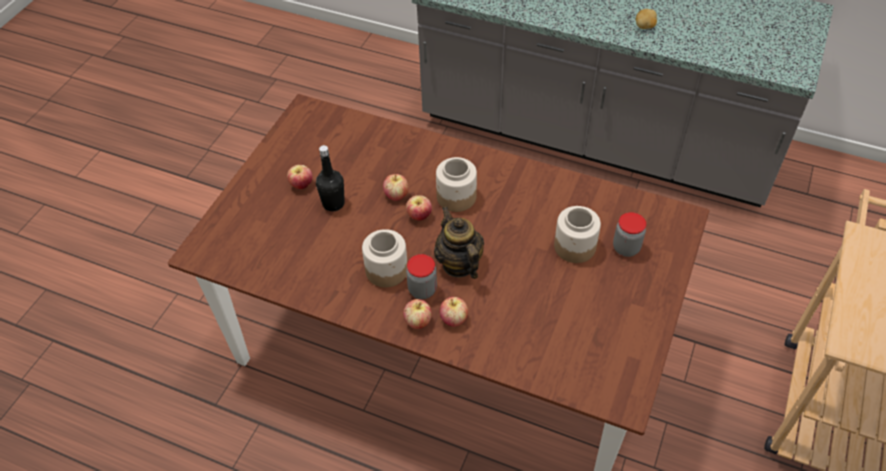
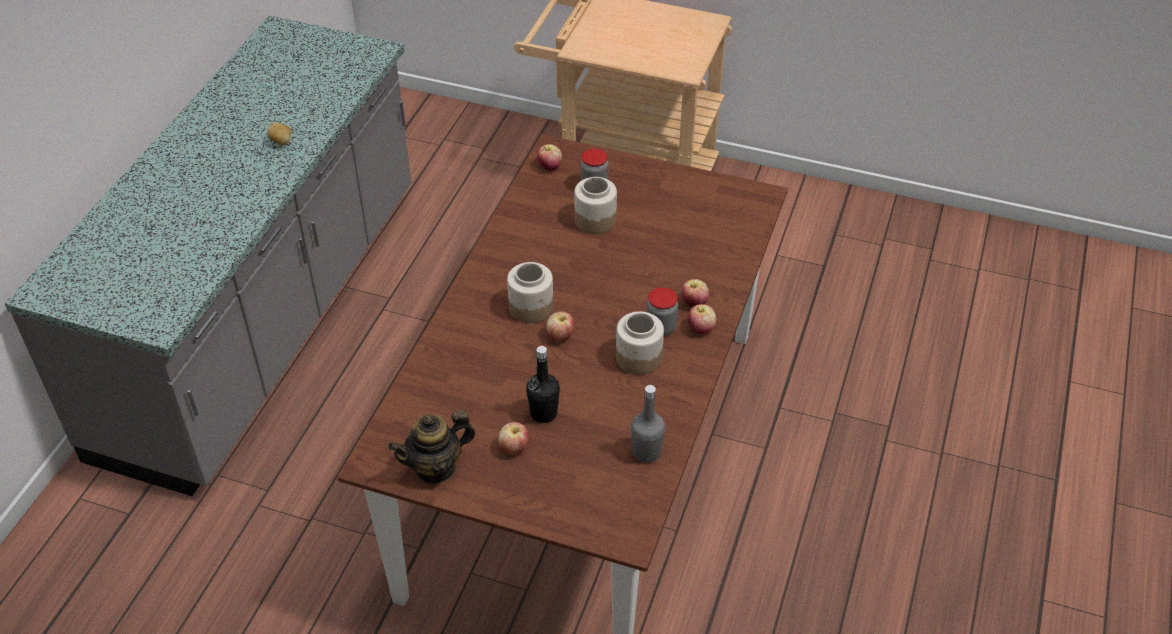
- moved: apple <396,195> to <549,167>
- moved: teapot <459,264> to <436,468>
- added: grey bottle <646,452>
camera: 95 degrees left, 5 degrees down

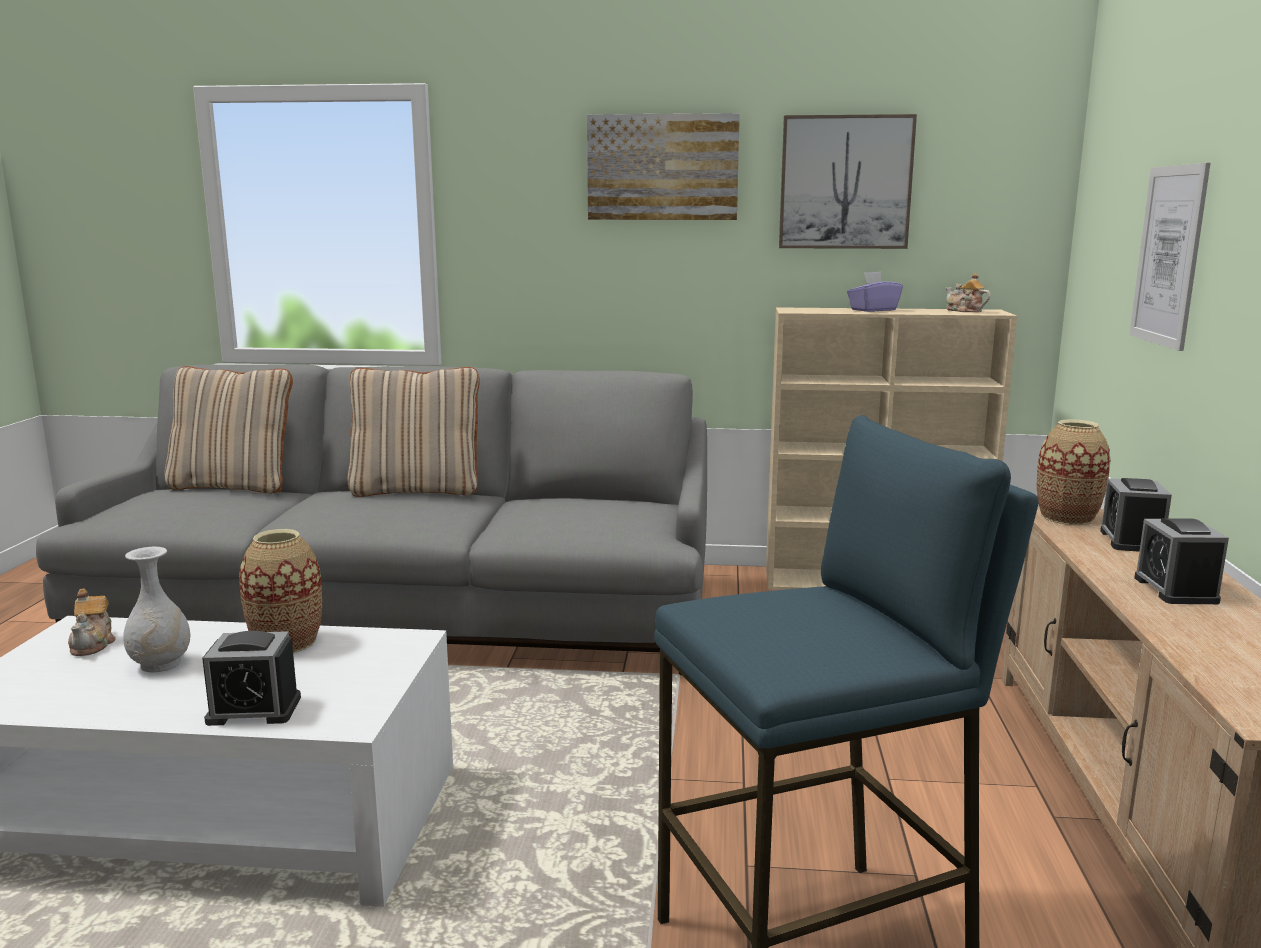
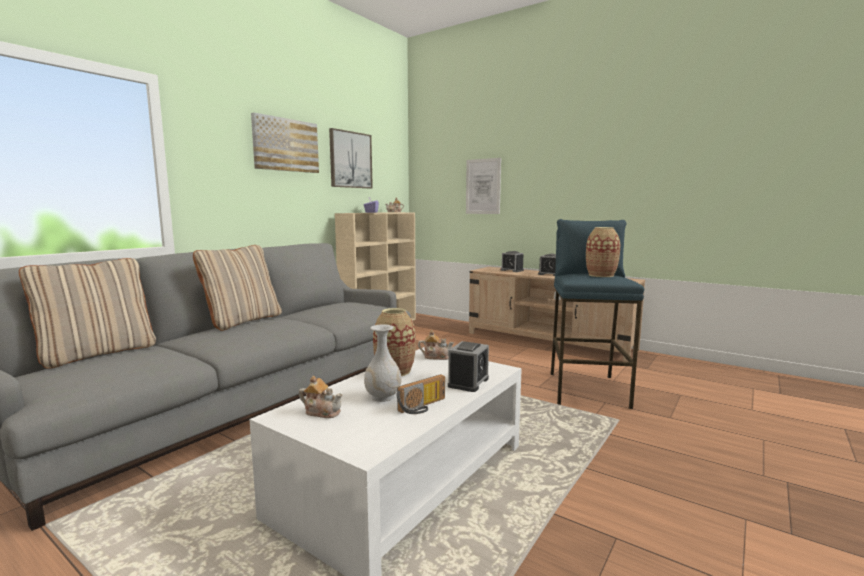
- moved: vase <1067,517> to <600,275>
- added: radio <423,407>
- added: teapot <436,357>
camera: 60 degrees left, 5 degrees down

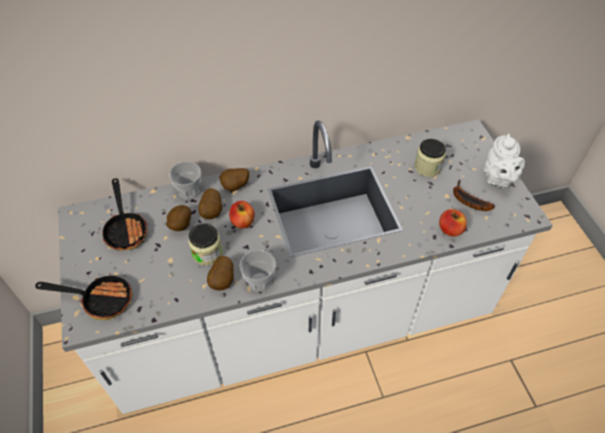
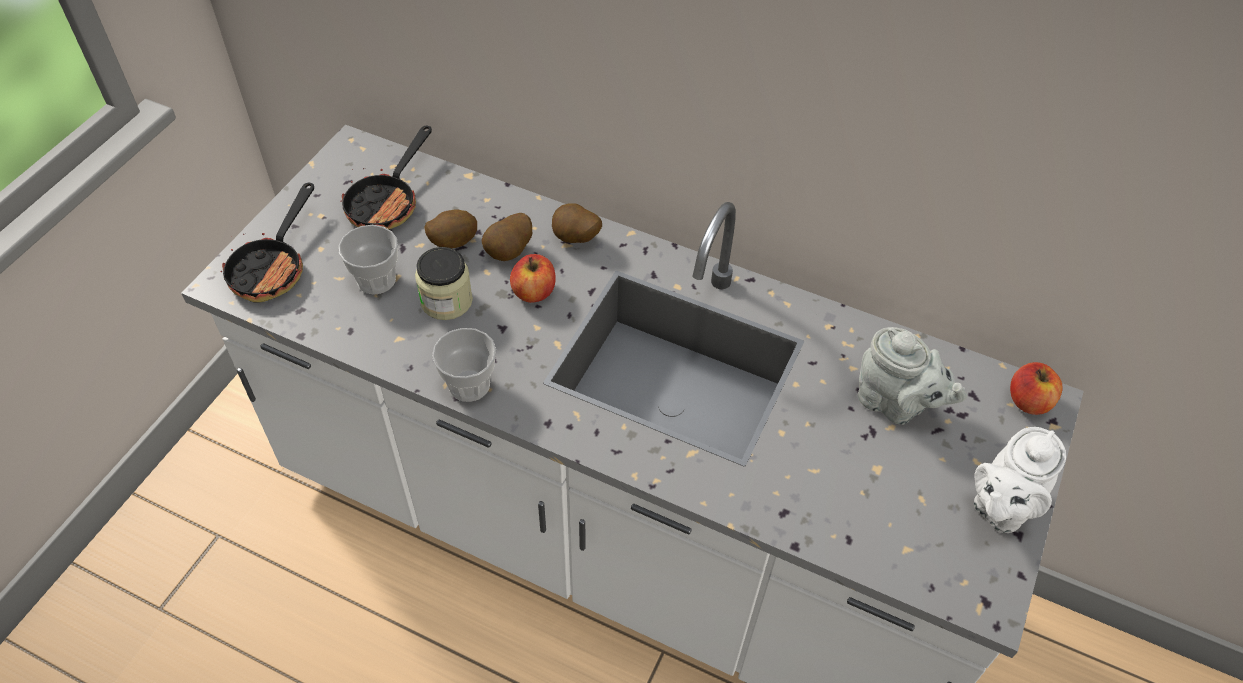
- turned: frying pan <100,299> = <273,267> 60 degrees clockwise
- moved: cup <189,191> to <376,280>
- removed: potato <223,281>
- replaced: jar <427,167> to grey teapot <896,404>
- moved: apple <450,229> to <1028,401>
- removed: banana <467,200>
camera: 40 degrees right, 0 degrees up

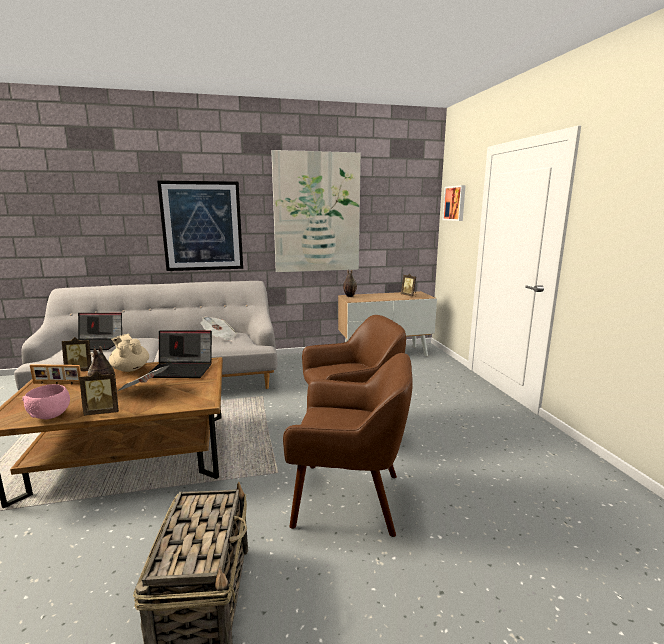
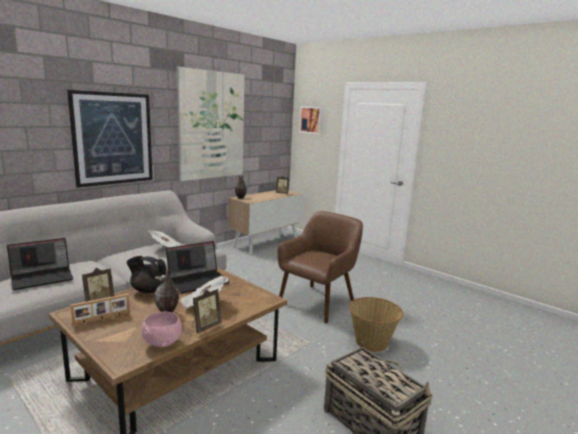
- recoloured: beige teapot <130,369> to black teapot <149,290>
- replaced: brown armchair <349,499> to basket <372,342>
camera: 35 degrees left, 0 degrees up

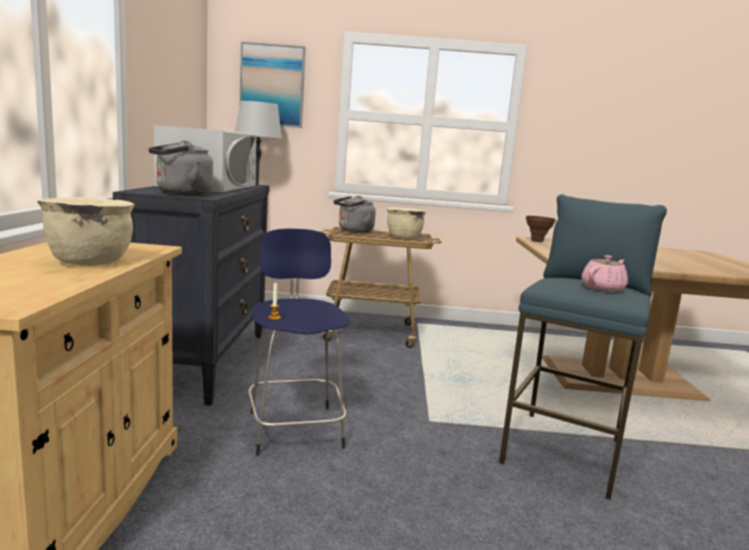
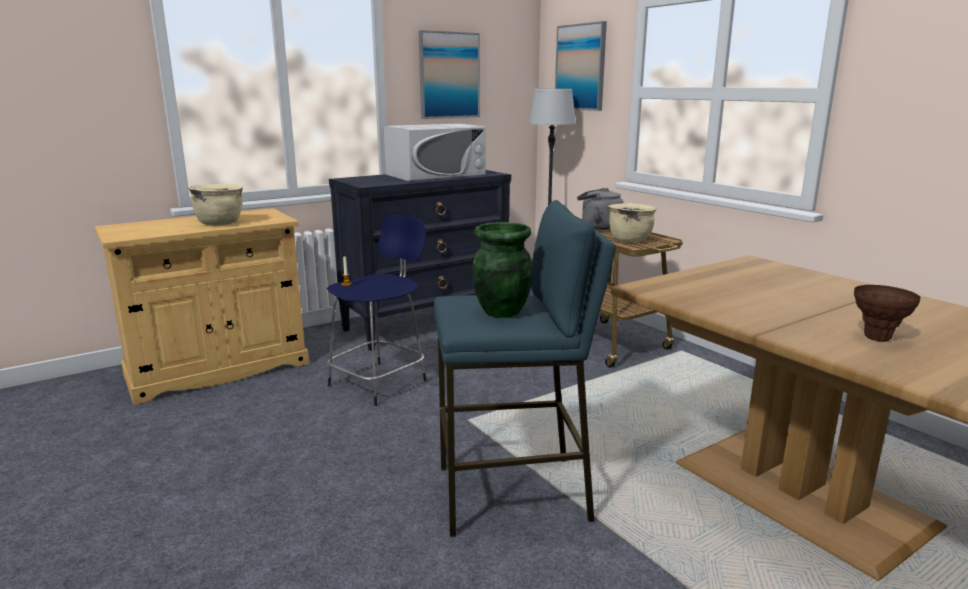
- removed: grey kettle <181,193>
- moved: brown vase <537,241> to <877,338>
- replaced: pink teapot <603,288> to green vase <501,312>
- added: picture <449,75>
camera: 55 degrees right, 5 degrees up

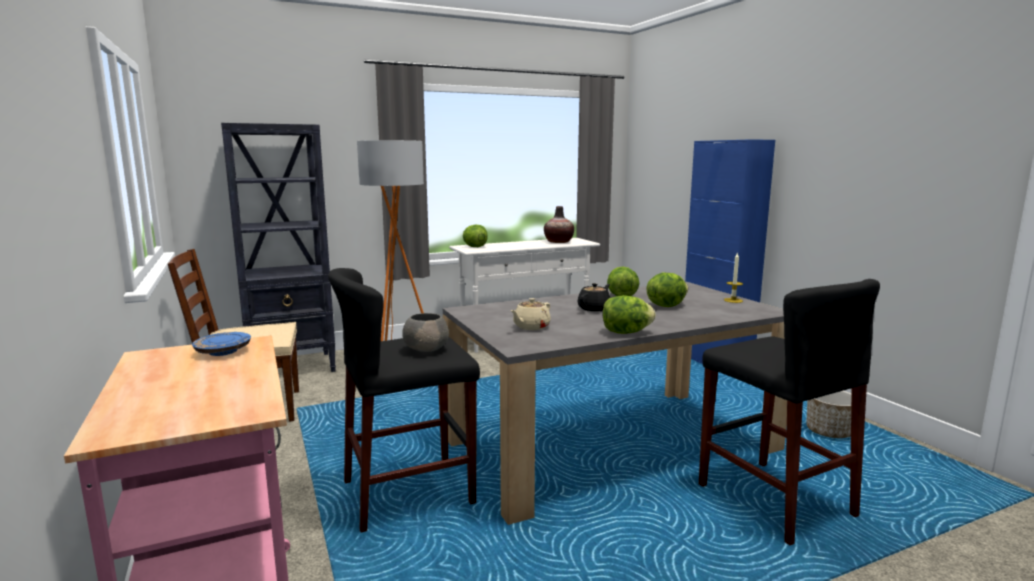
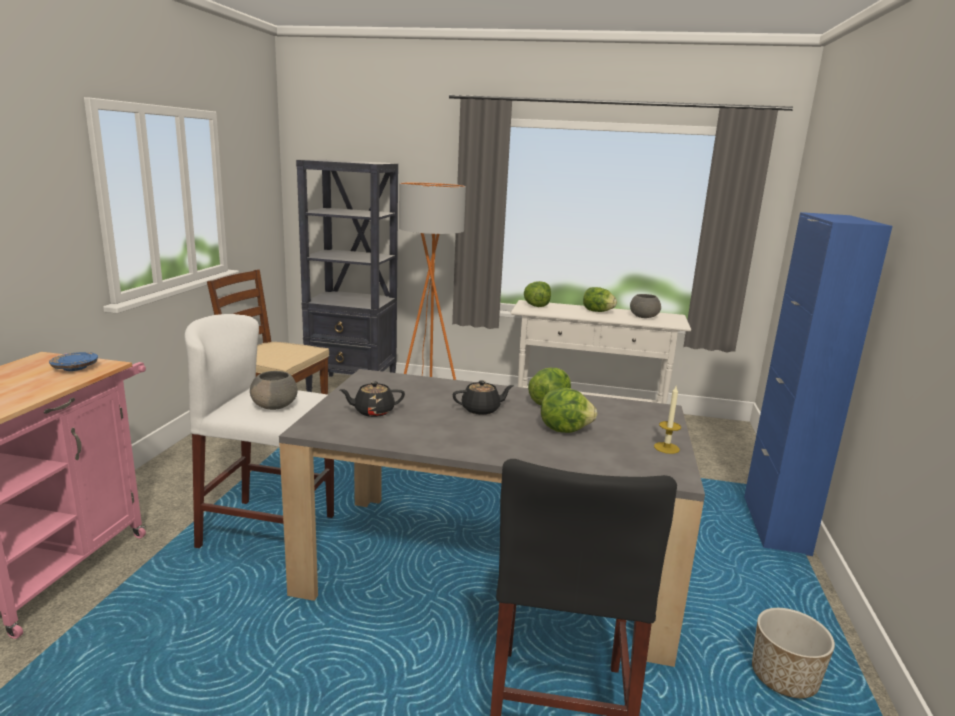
- recoloured: black stool <408,493> to white stool <268,531>
- recoloured: beige teapot <531,327> to black teapot <373,411>
- replaced: vase <558,242> to grey bowl <643,317>
- moved: lettuce <626,332> to <597,311>
camera: 35 degrees right, 5 degrees up

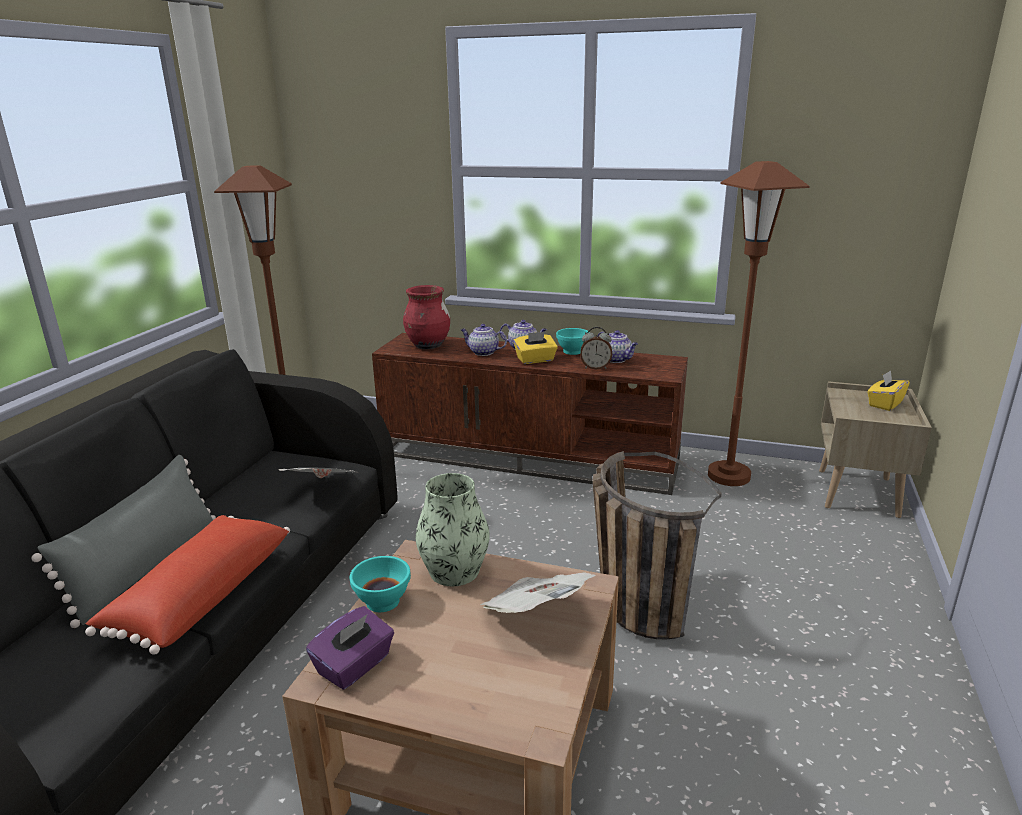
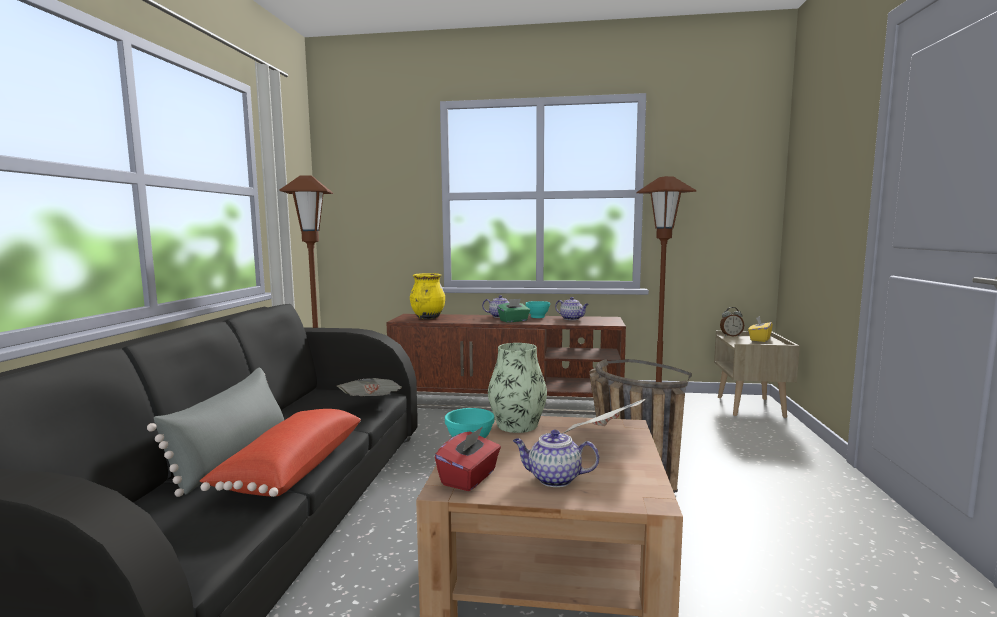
- recoloured: purple tissue box <355,666> to red tissue box <469,478>
- recoloured: red vase <428,345> to yellow vase <428,317>
- moved: teapot <483,352> to <553,479>
- recoloured: yellow tissue box <535,360> to green tissue box <513,321>
- moved: alarm clock <595,367> to <731,336>
camera: 10 degrees left, 15 degrees down

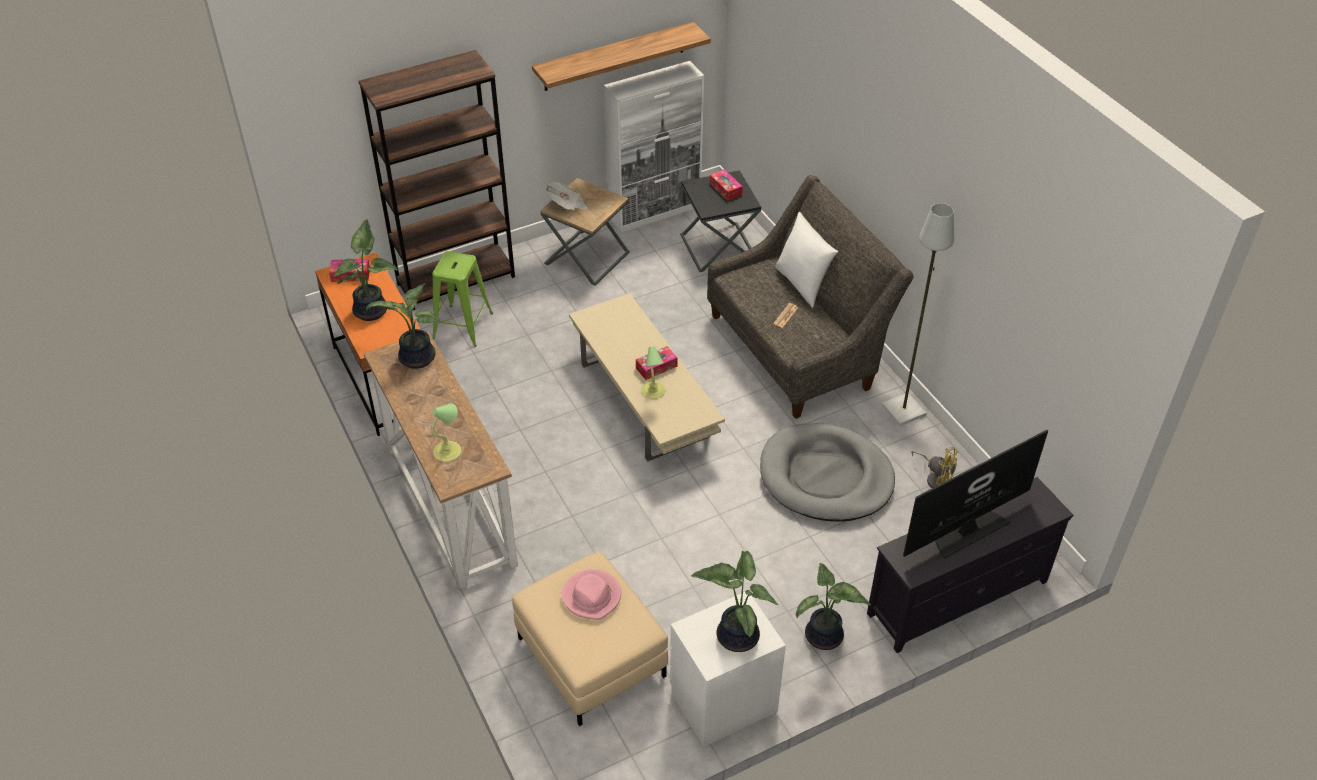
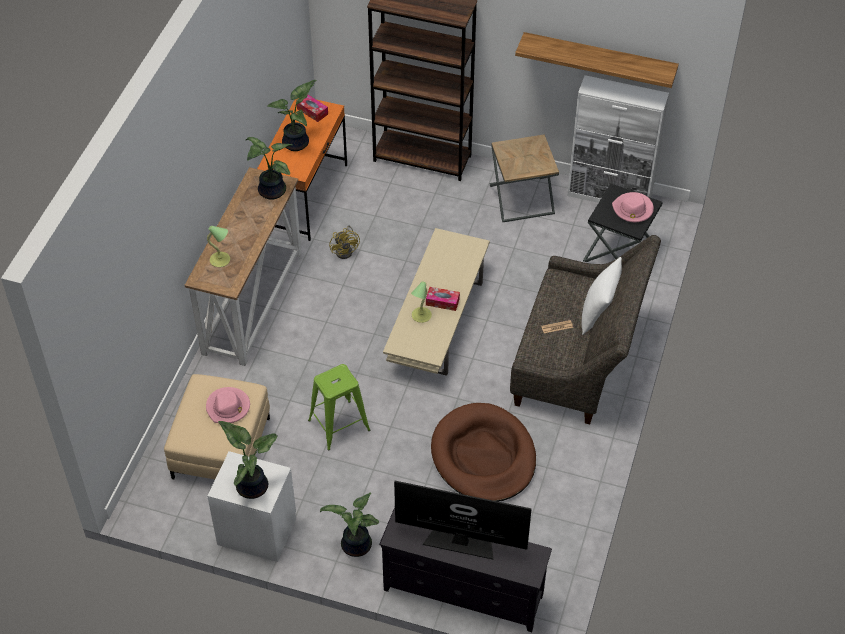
- moved: green stool <463,325> to <339,425>
- removed: newspaper <567,205>
- replaced: tissue box <725,189> to pink hat <633,209>
- recoloured: grey dog bed <825,477> to brown dog bed <483,456>
- removed: grey floor lamp <904,410>
- moved: yellow fan <935,478> to <346,250>
camera: 45 degrees right, 5 degrees up

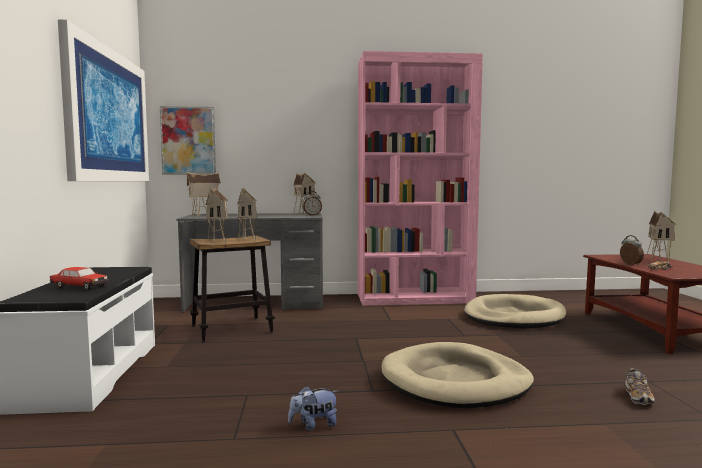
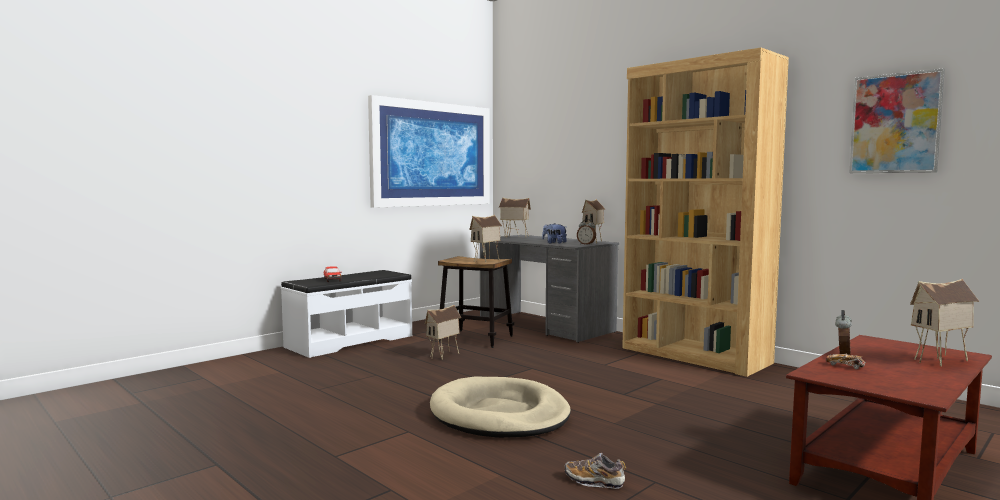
- moved: picture <188,140> to <895,123>
- moved: toy house <219,241> to <444,356>
- moved: plush toy <314,425> to <554,243>
- recoloured: pink bookcase <415,298> to brown bookcase <694,355>
- removed: beige dog bed <513,317>
- turned: shoe <638,397> = <594,481> 45 degrees clockwise
camera: 50 degrees right, 0 degrees up

